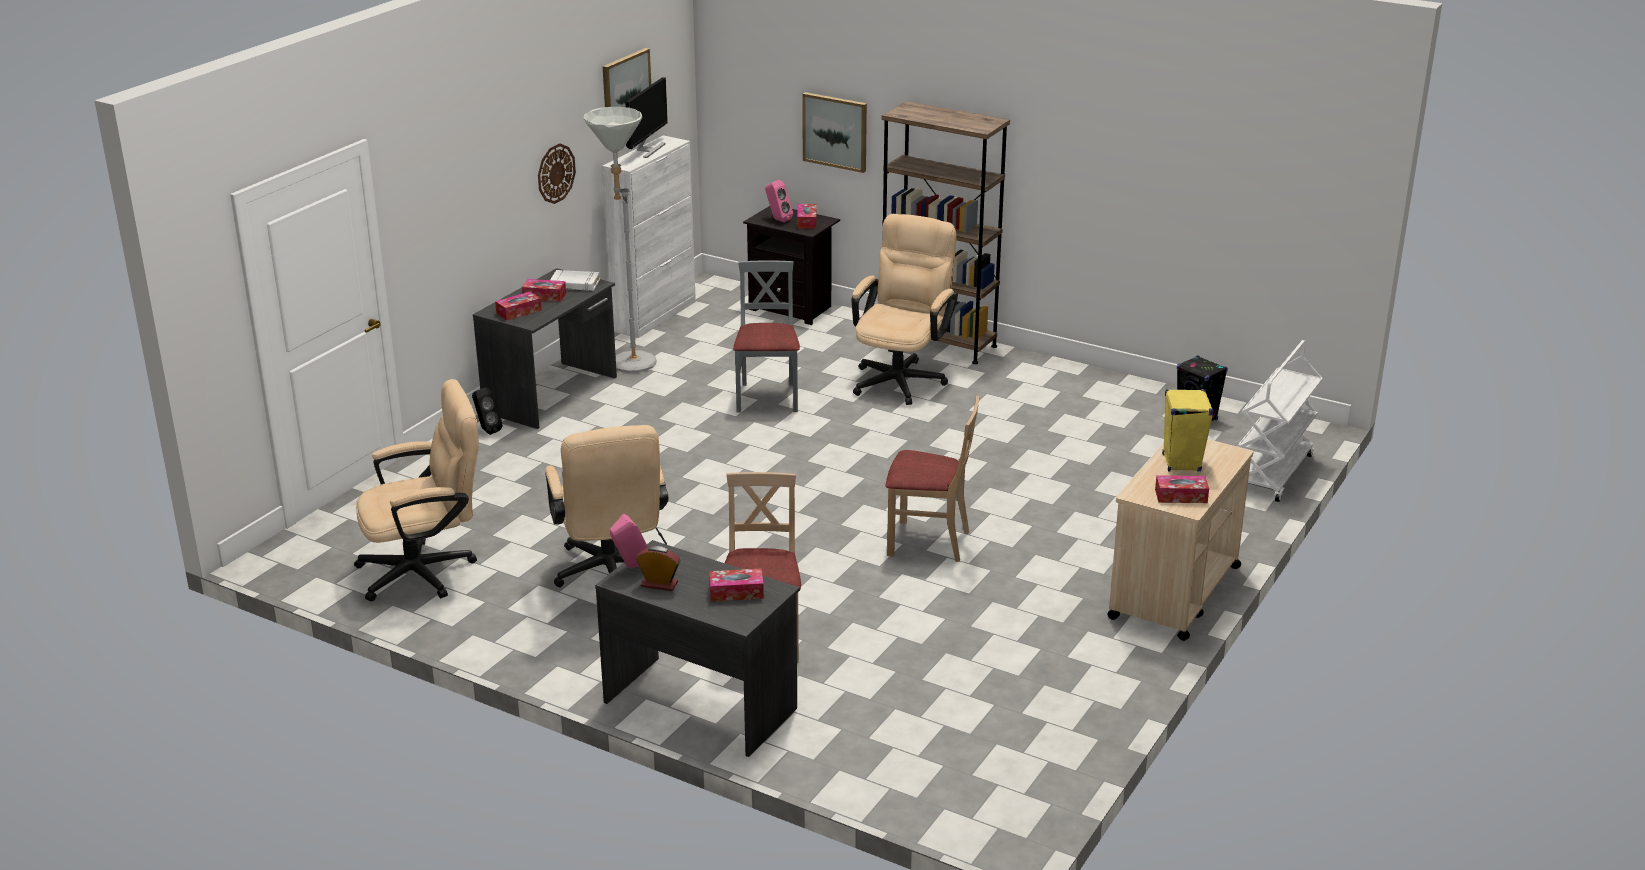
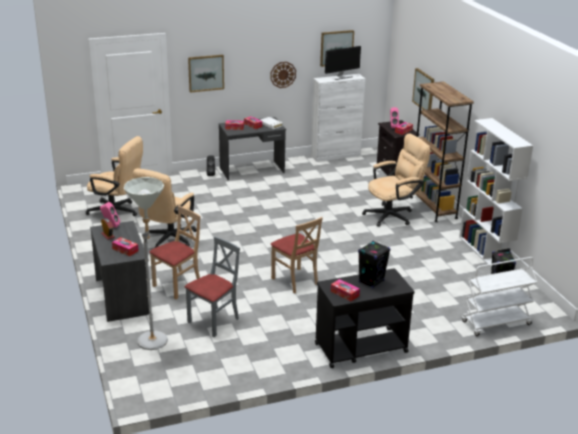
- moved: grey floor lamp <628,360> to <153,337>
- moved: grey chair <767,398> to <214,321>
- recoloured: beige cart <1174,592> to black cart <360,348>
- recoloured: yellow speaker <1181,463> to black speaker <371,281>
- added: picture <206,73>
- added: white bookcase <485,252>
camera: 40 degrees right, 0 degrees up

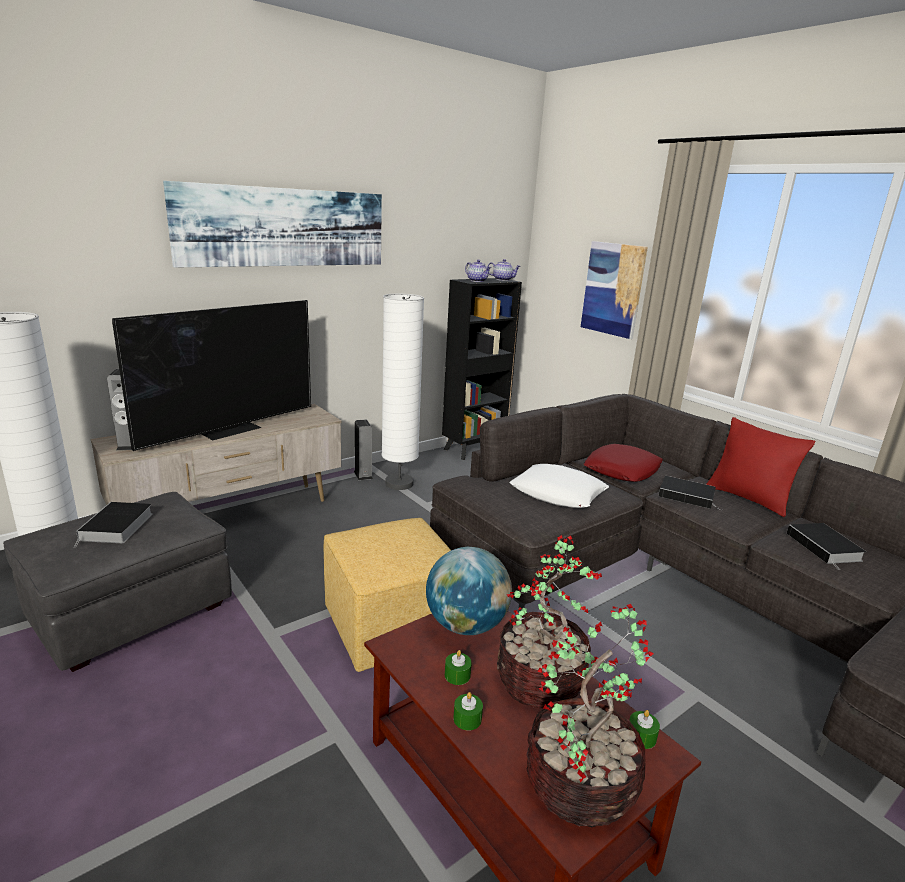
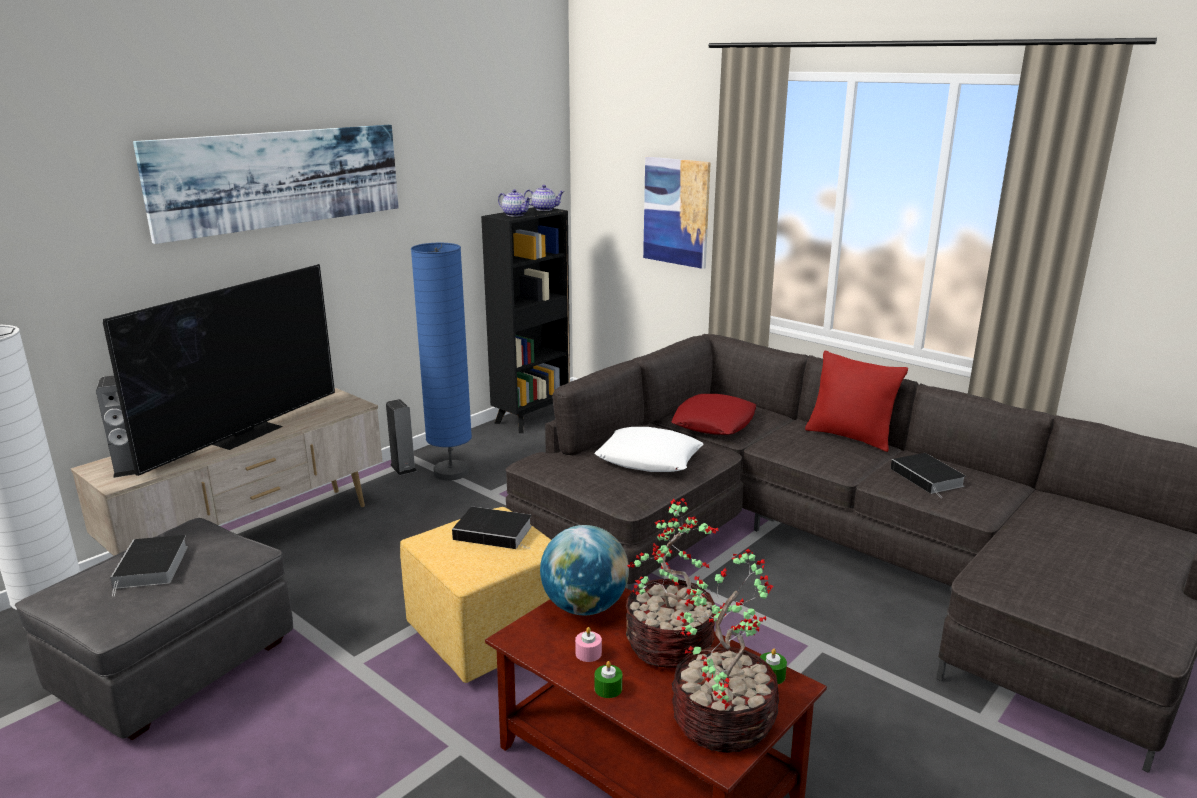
- recoloured: white floor lamp <399,483> to blue floor lamp <451,472>
- recoloured: green candle <457,675> to pink candle <588,653>
- moved: book <688,496> to <495,532>
camera: 10 degrees left, 0 degrees up

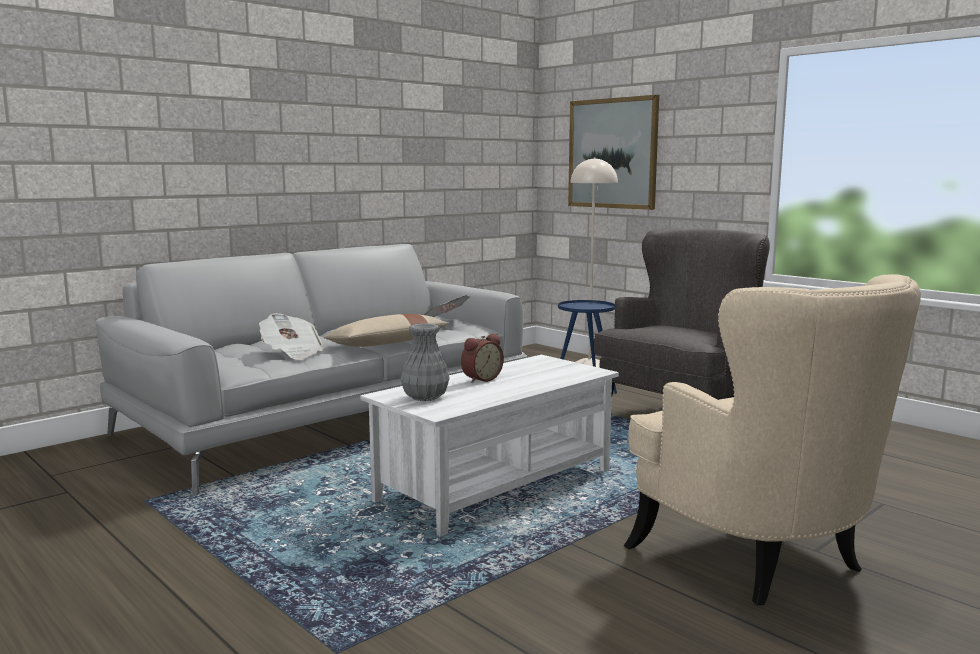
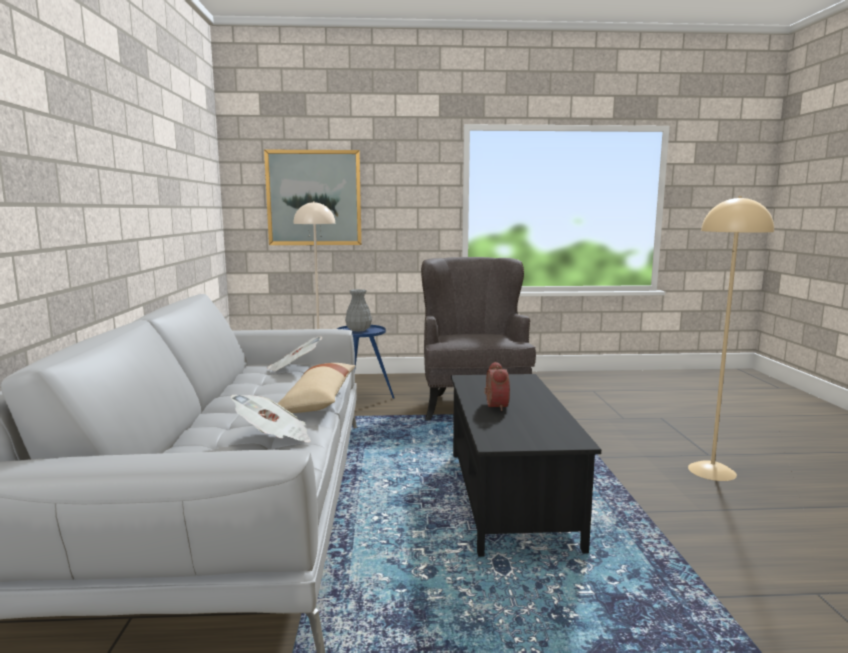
- recoloured: white coffee table <496,485> to black coffee table <508,496>
- moved: grey vase <425,397> to <358,330>
- replaced: beige armchair <761,560> to beige floor lamp <712,471>
camera: 50 degrees left, 0 degrees up

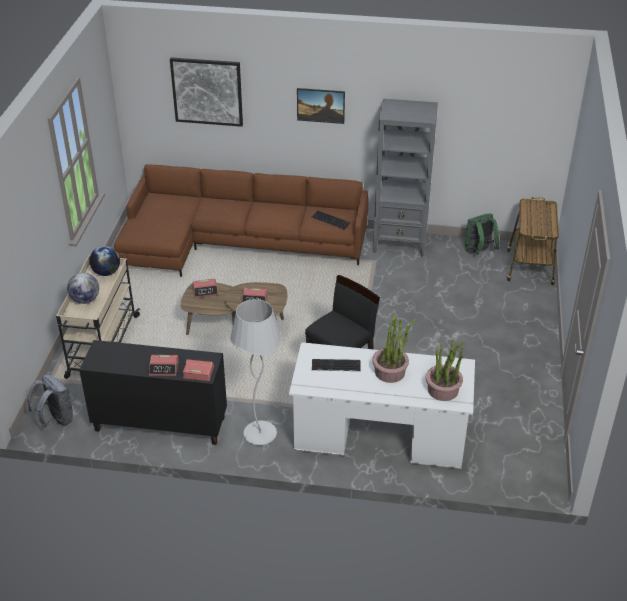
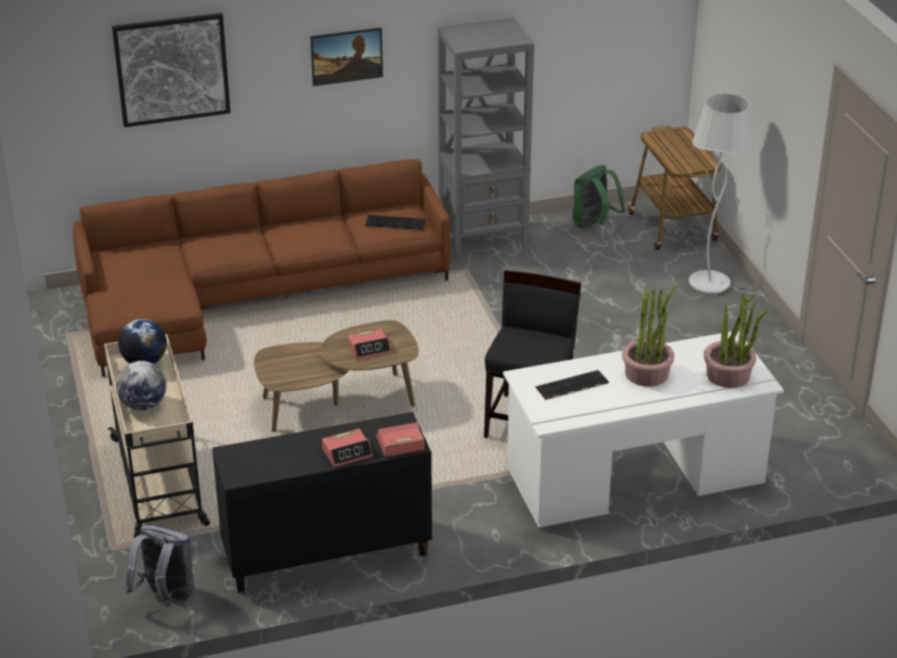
- removed: alarm clock <205,291>
- moved: white floor lamp <260,434> to <709,284>
camera: 25 degrees left, 5 degrees down

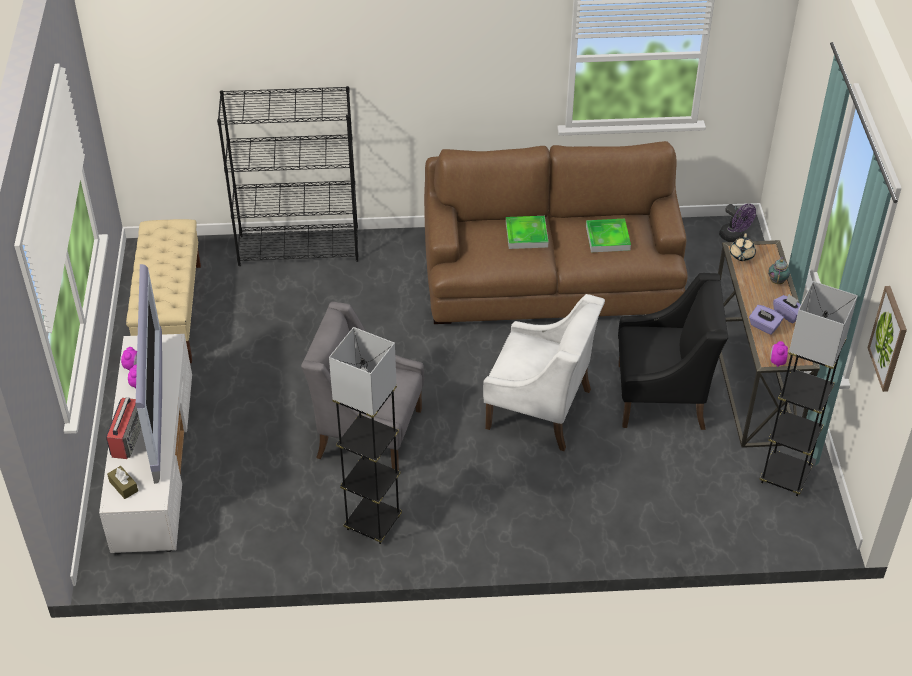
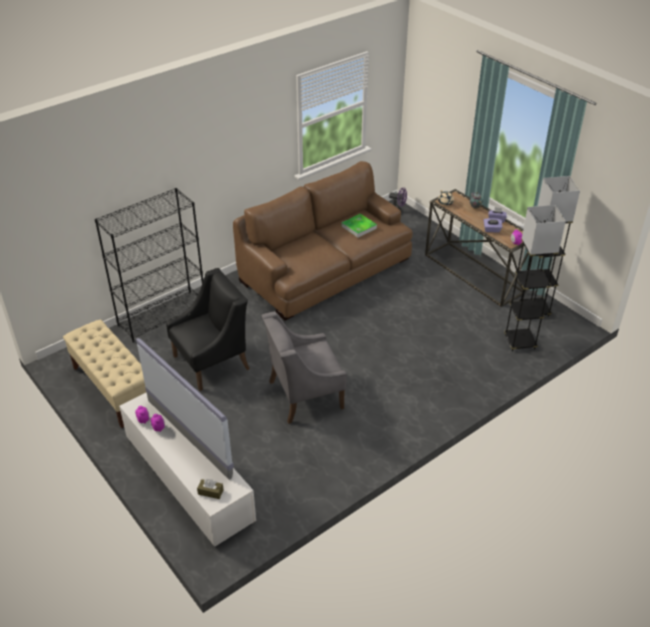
- removed: radio <127,437>
- moved: grey floor lamp <373,523> to <520,342>
- removed: white armchair <540,409>
- removed: tray <526,235>
- moved: black armchair <662,396> to <212,362>
- removed: picture <889,338>
camera: 35 degrees left, 5 degrees down

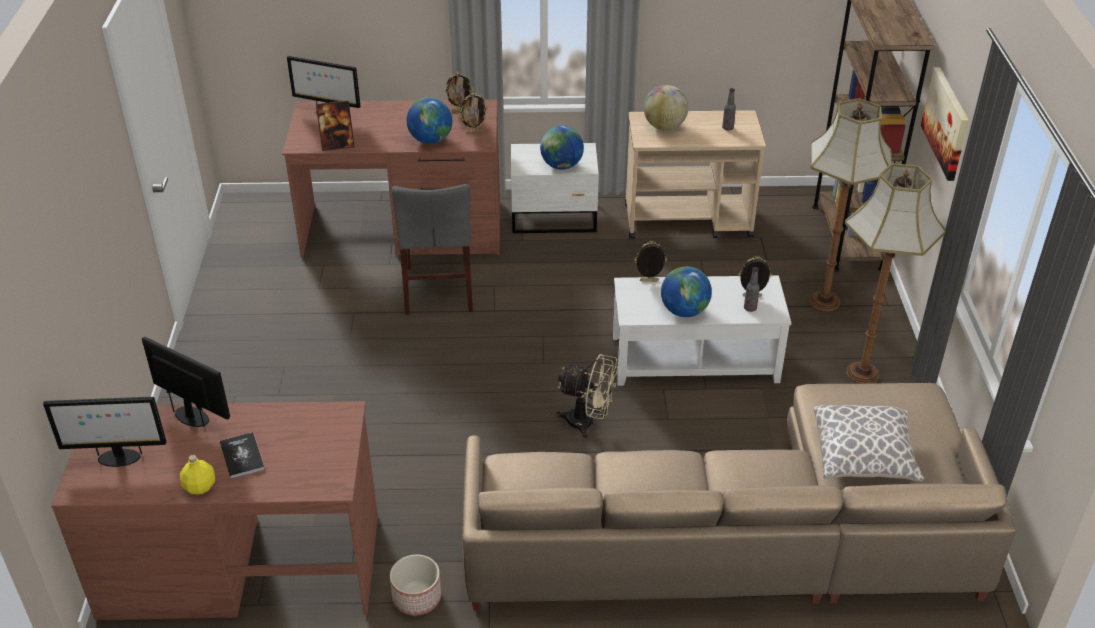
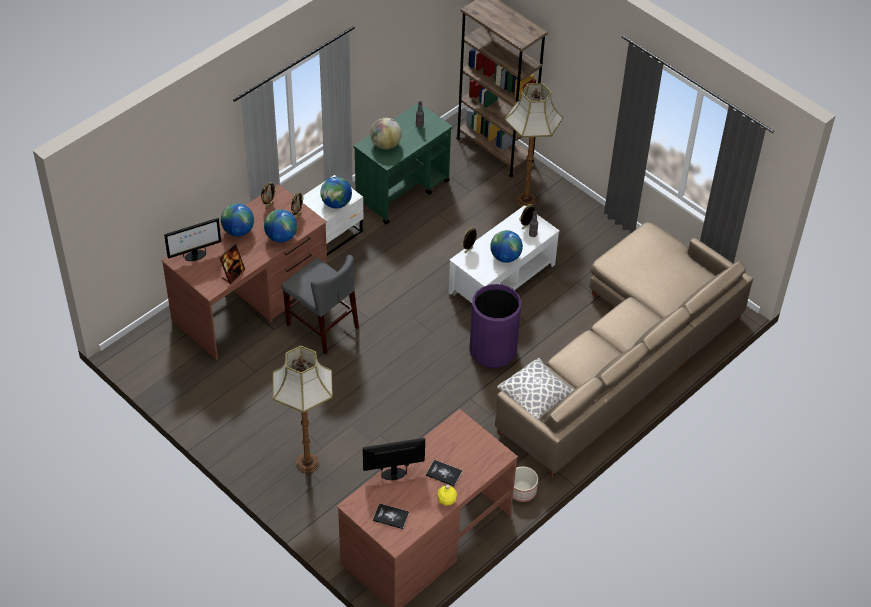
- replaced: monitor <118,458> to book <391,517>
- replaced: beige fan <587,422> to purple trash can <492,350>
- recoloured: beige cart <688,220> to green cart <403,190>
- moved: pillow <863,457> to <536,397>
- moved: floor lamp <863,373> to <308,462>
- removed: picture <947,123>
- added: globe <238,231>
camera: 45 degrees left, 10 degrees up

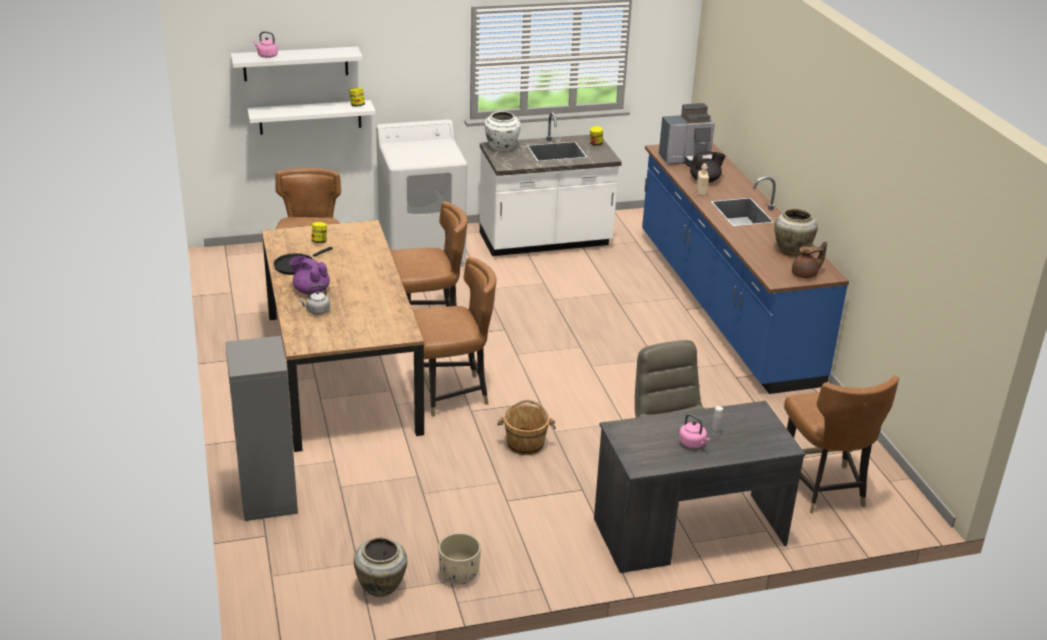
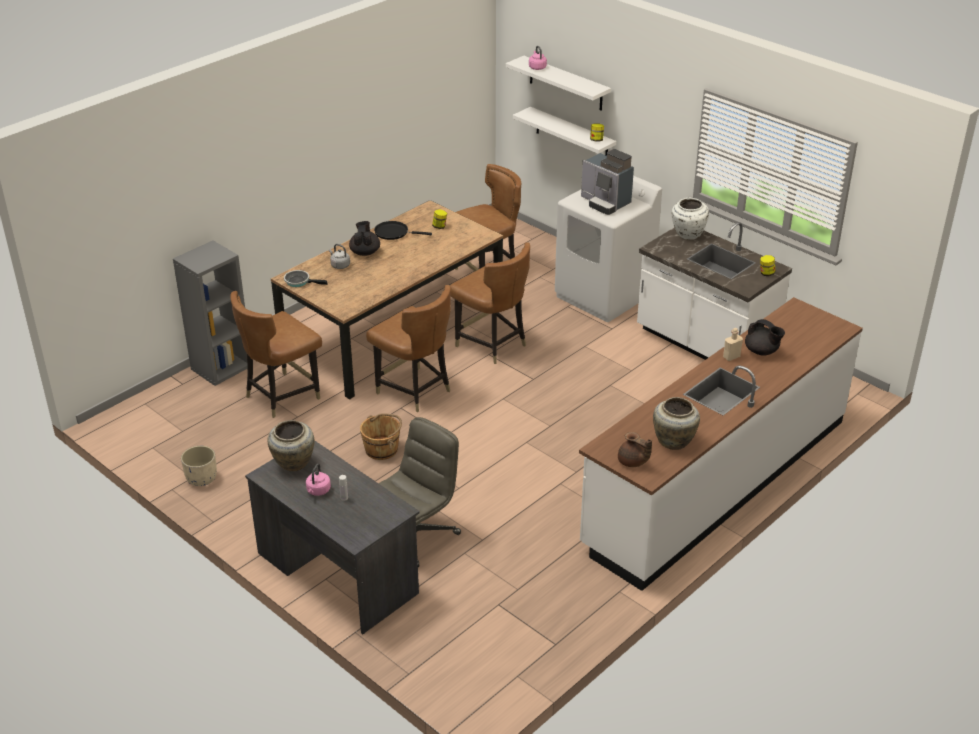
- recoloured: purple teapot <311,291> to black teapot <365,252>
- moved: beige vase <381,587> to <293,463>
- recoloured: blue counter <723,305> to white counter <716,482>
- moved: coffee machine <687,160> to <605,202>
- moved: brown chair <823,489> to <281,396>
- added: frying pan <299,281>
camera: 60 degrees right, 5 degrees up

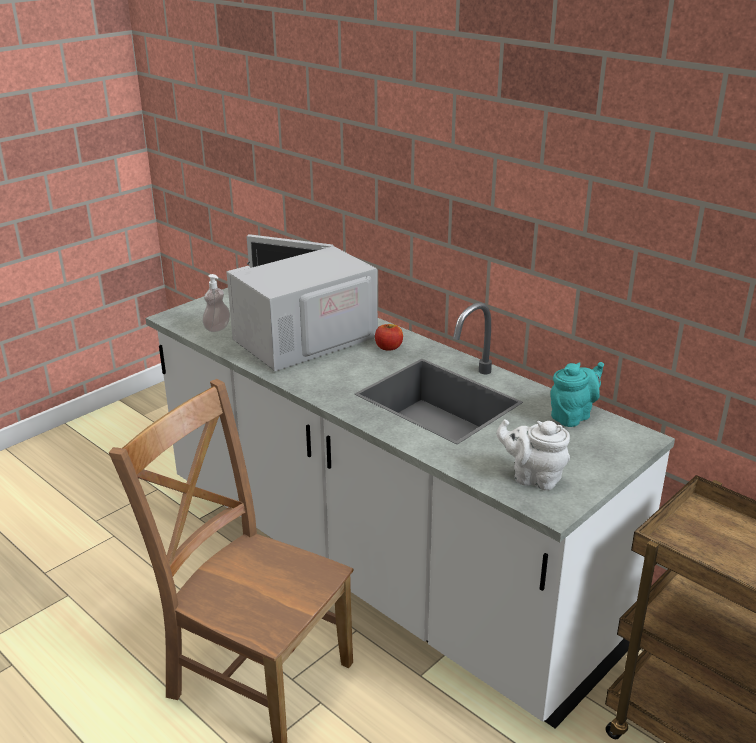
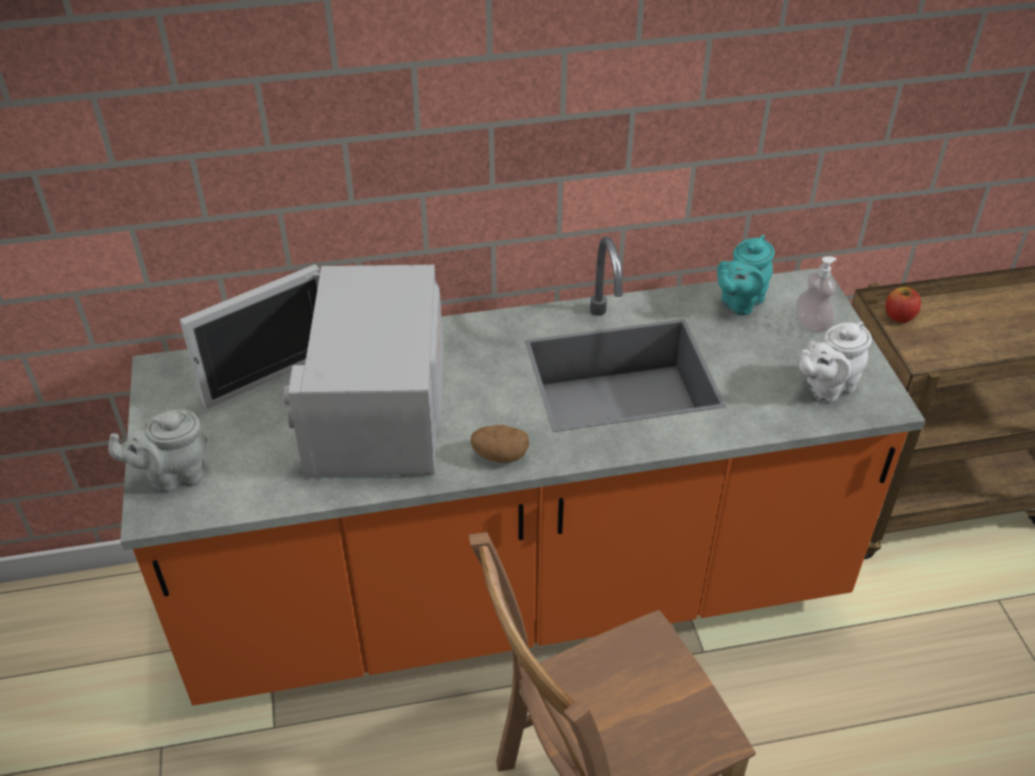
- recoloured: white counter <378,563> to orange counter <517,592>
- moved: soap dispenser <217,328> to <812,324>
- moved: apple <388,347> to <899,316>
- turned: turquoise teapot <573,416> = <739,302> 135 degrees counterclockwise
- added: grey teapot <173,476>
- added: potato <499,455>
camera: 55 degrees left, 15 degrees up

